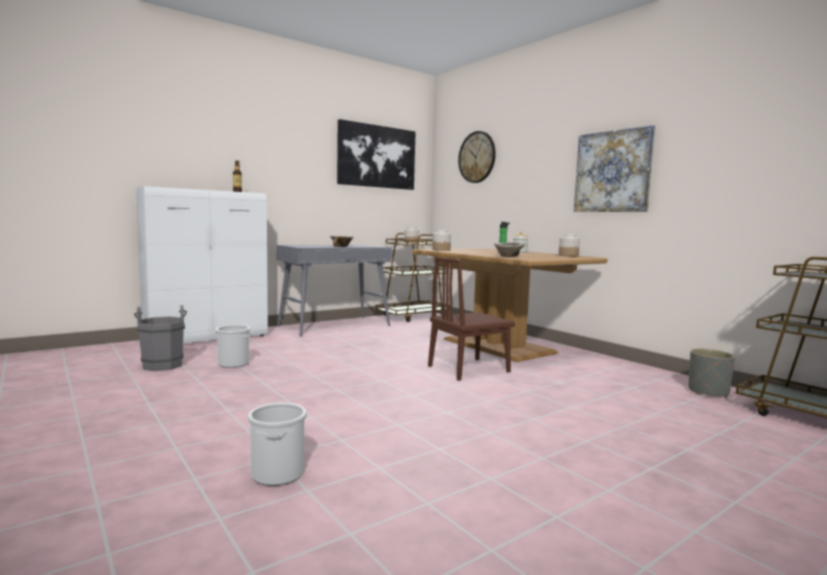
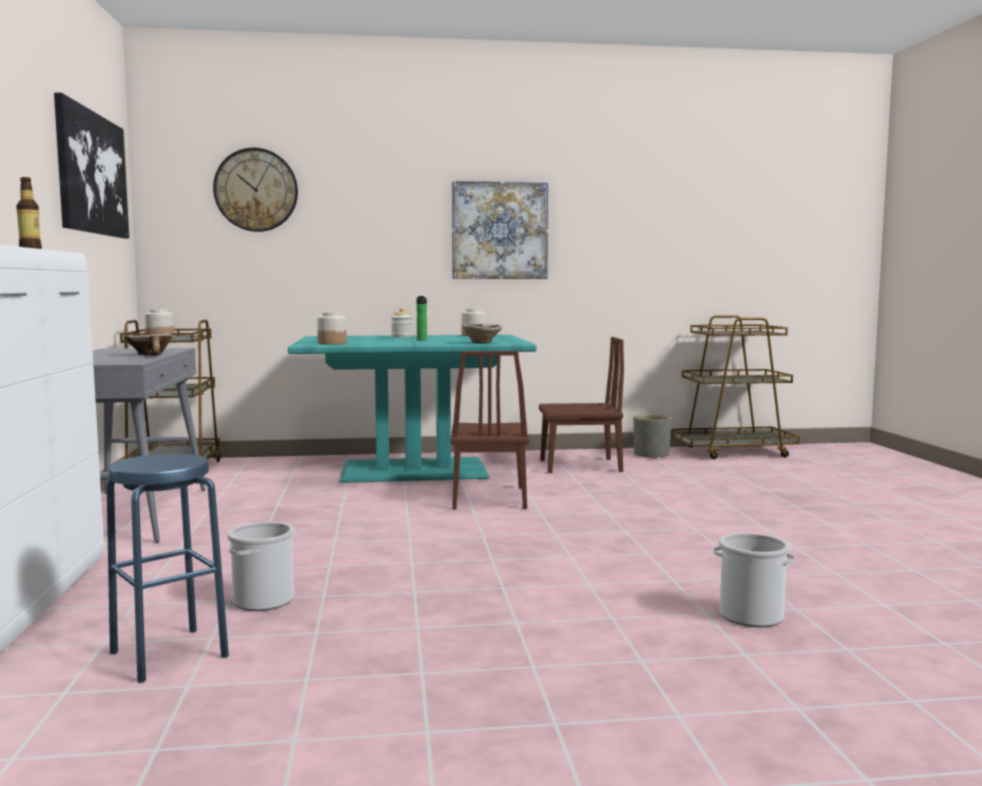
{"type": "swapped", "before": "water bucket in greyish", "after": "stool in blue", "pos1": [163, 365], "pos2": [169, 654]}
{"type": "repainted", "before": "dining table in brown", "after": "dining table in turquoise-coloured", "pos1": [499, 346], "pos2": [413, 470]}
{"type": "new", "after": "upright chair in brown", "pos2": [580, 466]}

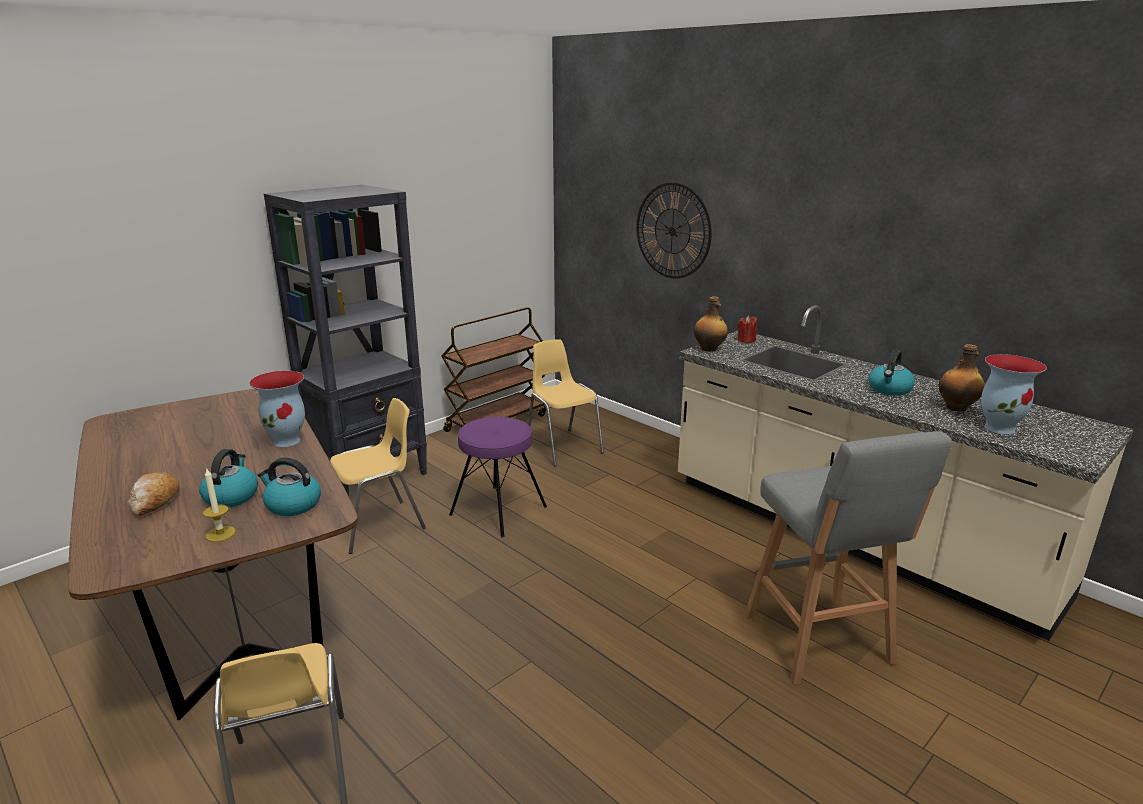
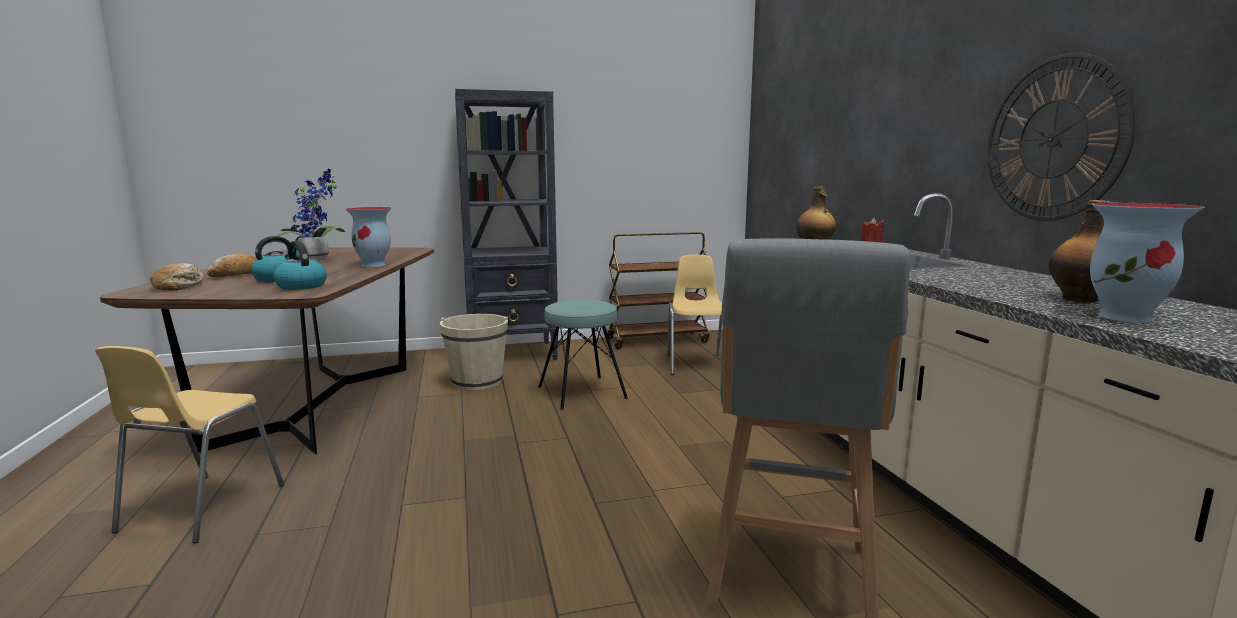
{"type": "new", "after": "bread", "pos2": [180, 286]}
{"type": "new", "after": "plant in a pot", "pos2": [318, 258]}
{"type": "swapped", "before": "upright chair in yellow", "after": "water bucket in sand-coloured", "pos1": [378, 526], "pos2": [477, 382]}
{"type": "repainted", "before": "stool in purplish", "after": "stool in turquoise-coloured", "pos1": [498, 511], "pos2": [582, 392]}
{"type": "shifted", "before": "wall clock", "pos1": [672, 231], "pos2": [1053, 139]}
{"type": "gone", "before": "candle", "pos1": [220, 534]}
{"type": "gone", "before": "tea kettle", "pos1": [889, 389]}

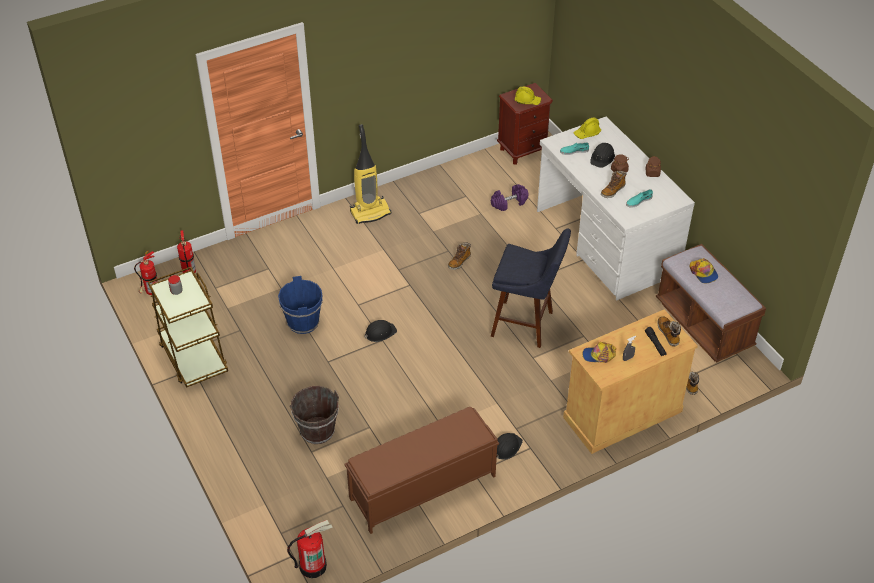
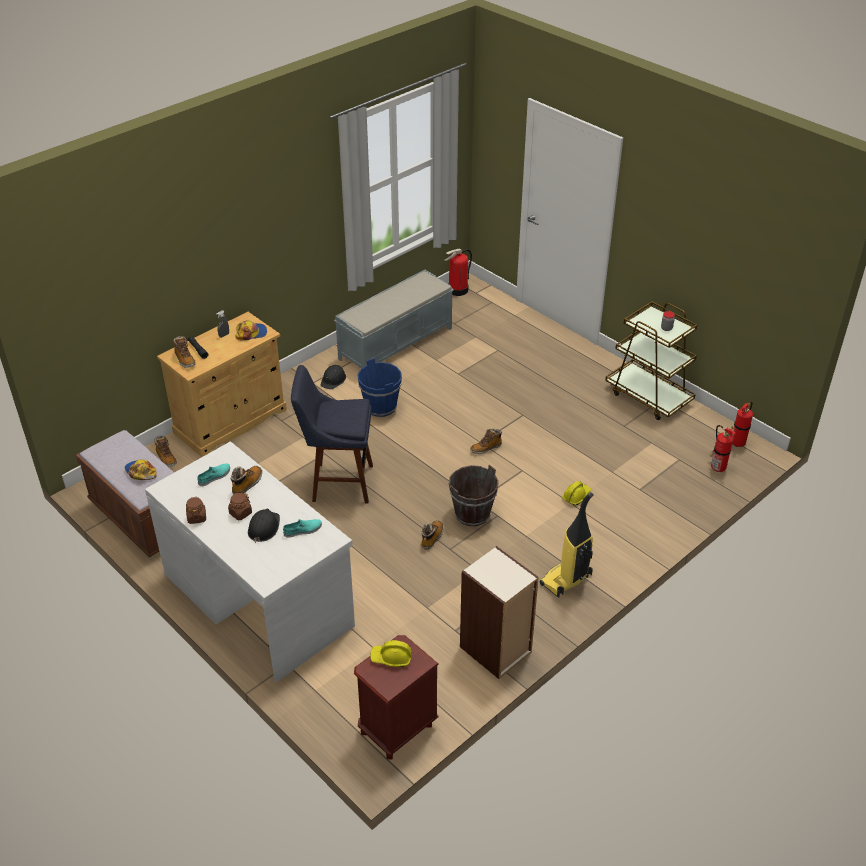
{"type": "repainted", "before": "long seat in brown", "after": "long seat in greyish", "pos1": [421, 487], "pos2": [396, 343]}
{"type": "shifted", "before": "water bucket in blue", "pos1": [303, 322], "pos2": [380, 407]}
{"type": "shifted", "before": "water bucket in brown", "pos1": [317, 431], "pos2": [472, 514]}
{"type": "new", "after": "shelving unit", "pos2": [496, 650]}
{"type": "swapped", "before": "work helmet in black-coloured", "after": "boot", "pos1": [380, 333], "pos2": [486, 448]}
{"type": "shifted", "before": "work helmet in yellow", "pos1": [587, 133], "pos2": [576, 496]}
{"type": "gone", "before": "free weight in purplish", "pos1": [509, 203]}

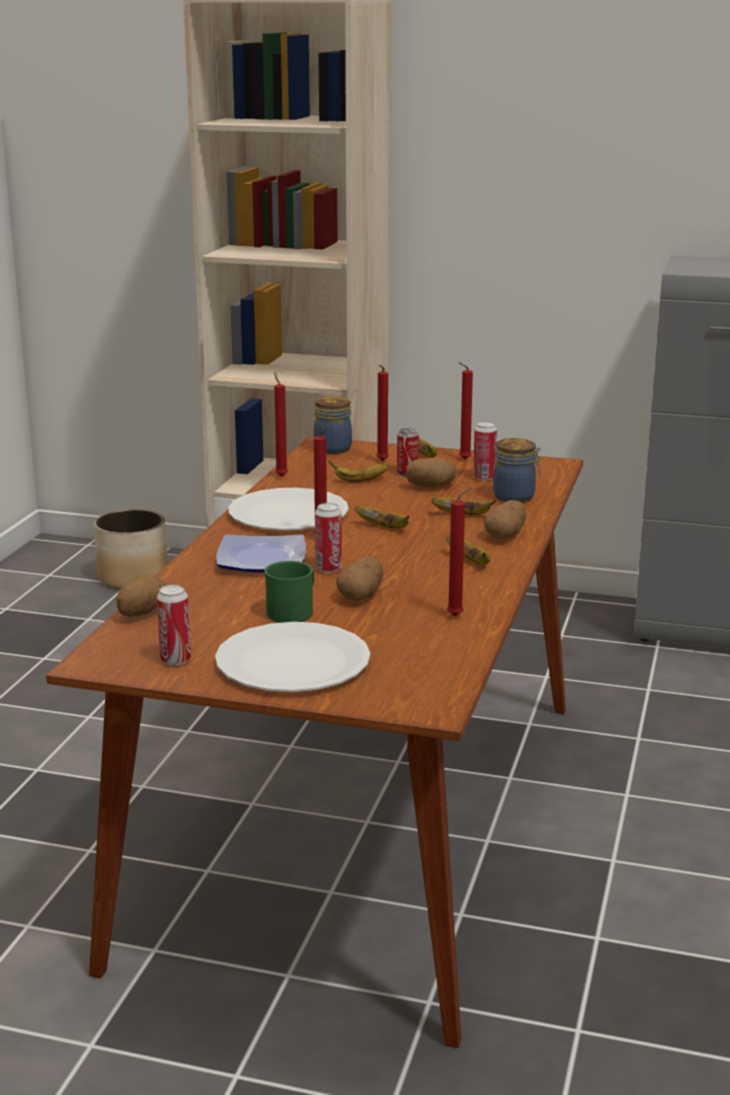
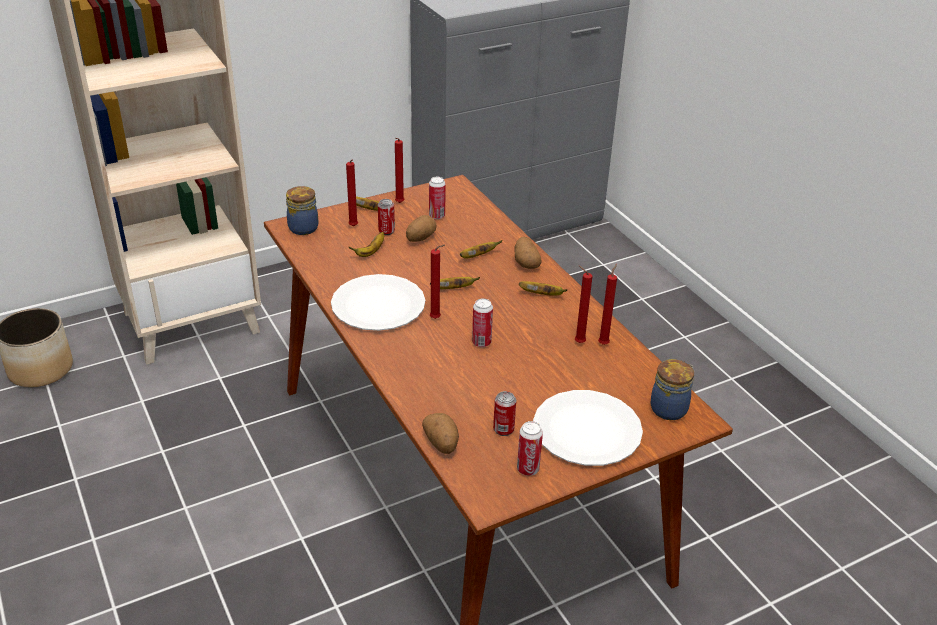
{"type": "new", "after": "metal can", "pos2": [503, 429]}
{"type": "shifted", "before": "candle in red", "pos1": [280, 476], "pos2": [578, 342]}
{"type": "shifted", "before": "preserve jar", "pos1": [516, 497], "pos2": [670, 408]}
{"type": "gone", "before": "dinner plate", "pos1": [260, 559]}
{"type": "gone", "before": "coffee mug in green", "pos1": [294, 611]}
{"type": "gone", "before": "potato", "pos1": [361, 596]}

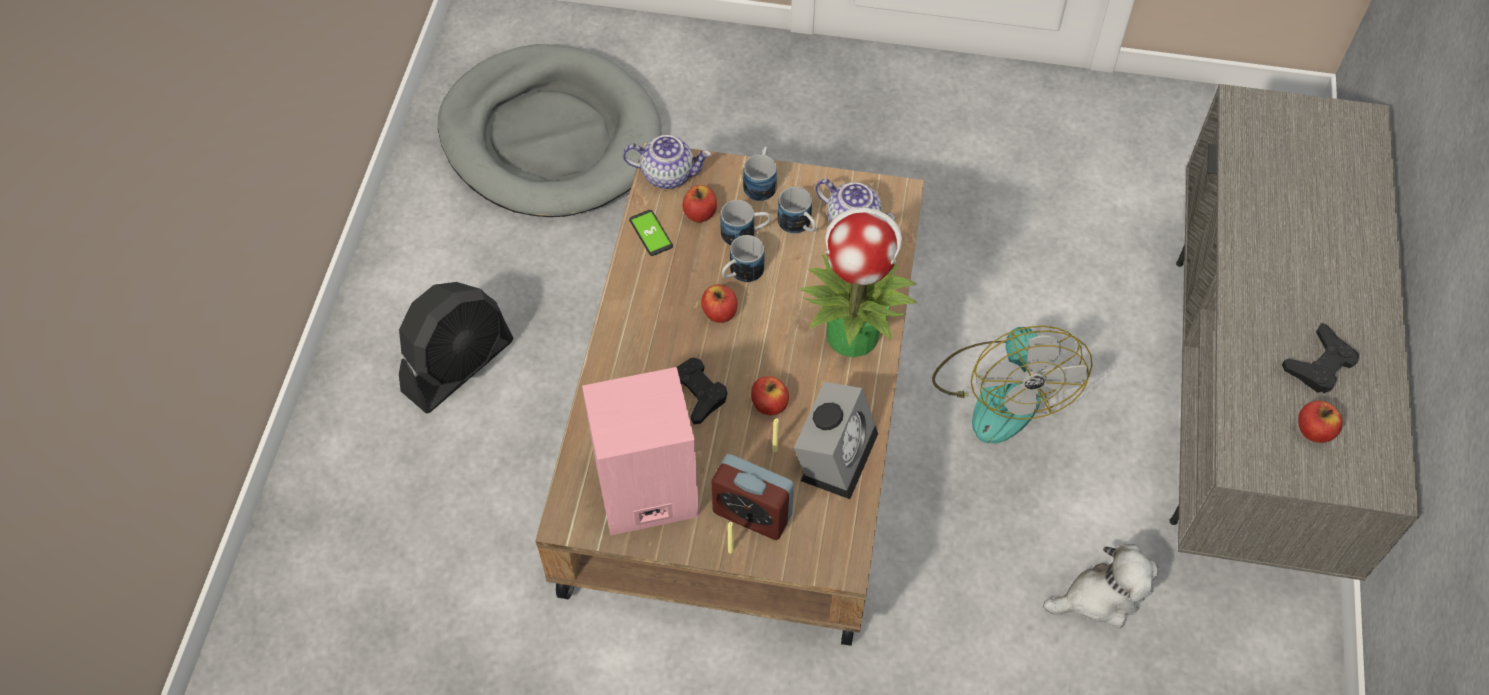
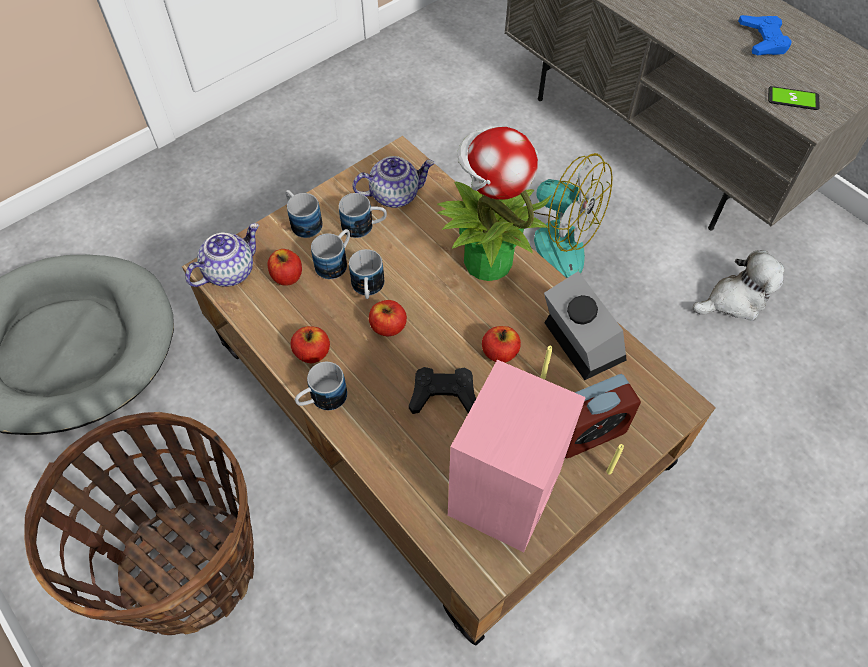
{"type": "swapped", "before": "cooling fan in black-coloured", "after": "basket", "pos1": [459, 366], "pos2": [189, 567]}
{"type": "shifted", "before": "whole apple", "pos1": [1313, 430], "pos2": [312, 353]}
{"type": "new", "after": "coffee mug", "pos2": [322, 399]}
{"type": "rotated", "before": "plush toy", "pos1": [1101, 597], "pos2": [735, 300], "turn": 45}
{"type": "repainted", "before": "game controller in black-coloured", "after": "game controller in blue", "pos1": [1319, 364], "pos2": [763, 40]}
{"type": "shifted", "before": "phone", "pos1": [651, 233], "pos2": [793, 99]}

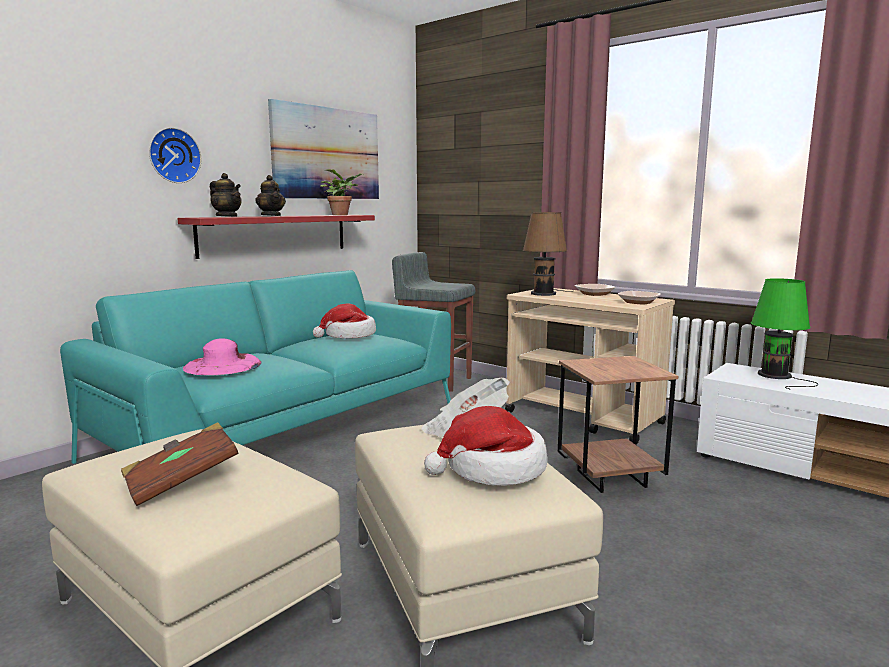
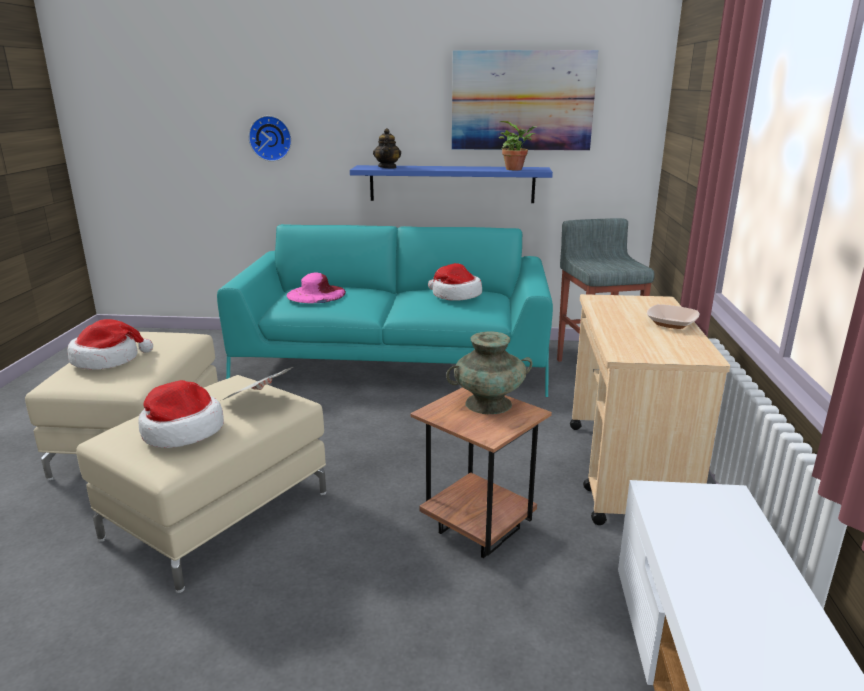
{"type": "swapped", "before": "volume in brown", "after": "hat", "pos1": [181, 482], "pos2": [108, 359]}
{"type": "shifted", "before": "wall clock", "pos1": [173, 155], "pos2": [271, 138]}
{"type": "repainted", "before": "shelf in red", "after": "shelf in blue", "pos1": [275, 234], "pos2": [451, 184]}
{"type": "new", "after": "vase in turquoise-coloured", "pos2": [489, 404]}
{"type": "gone", "before": "pot for tea", "pos1": [271, 216]}
{"type": "gone", "before": "table lamp in brown", "pos1": [544, 293]}
{"type": "gone", "before": "serving bowl", "pos1": [638, 302]}
{"type": "gone", "before": "table lamp in green", "pos1": [777, 376]}

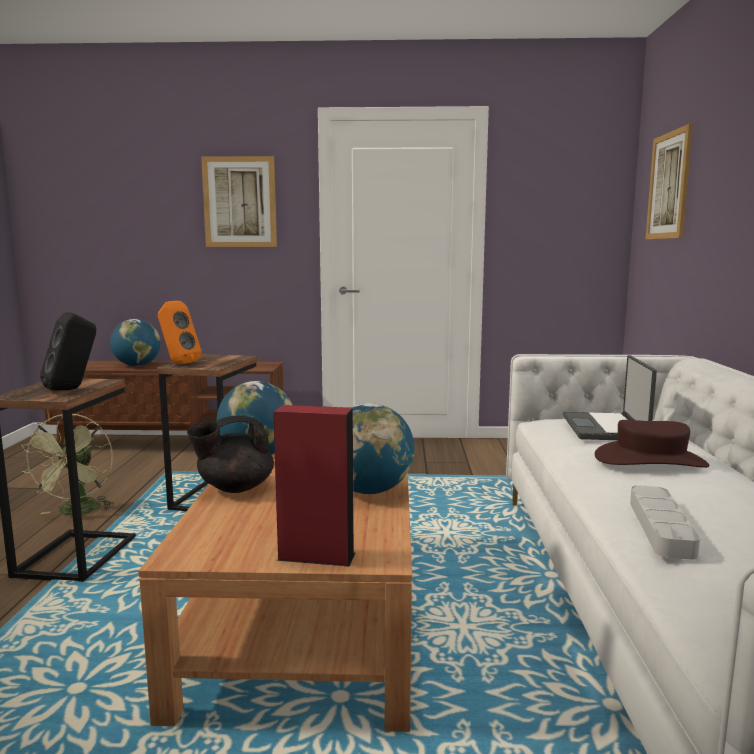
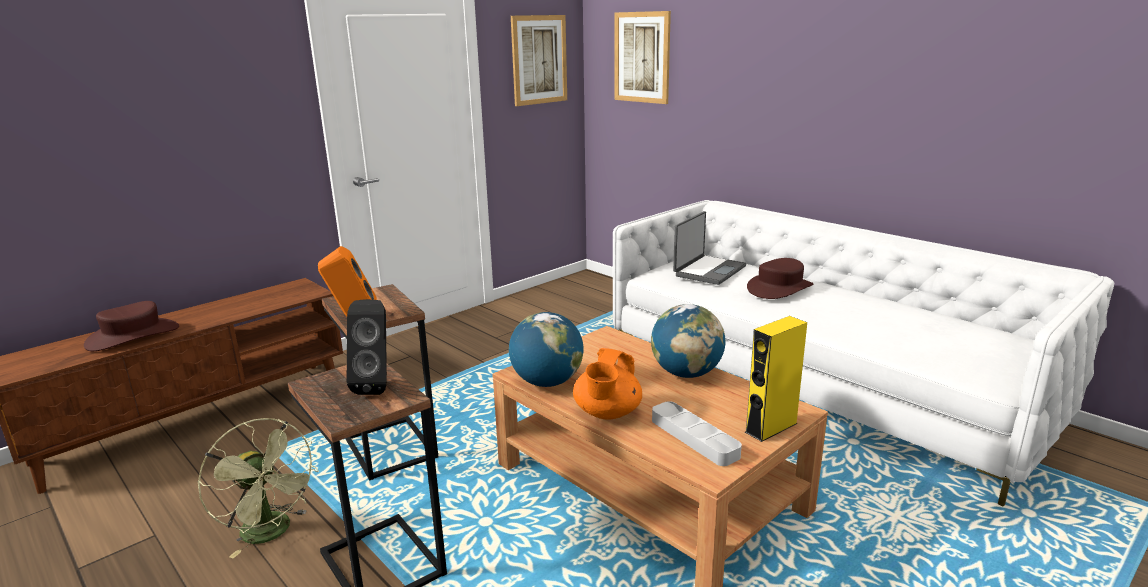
{"type": "swapped", "before": "desk globe", "after": "hat in brown", "pos1": [137, 365], "pos2": [133, 336]}
{"type": "shifted", "before": "wall picture", "pos1": [239, 202], "pos2": [539, 60]}
{"type": "repainted", "before": "pot for tea in black-coloured", "after": "pot for tea in orange", "pos1": [234, 488], "pos2": [607, 413]}
{"type": "shifted", "before": "carrying tray in greyish", "pos1": [660, 527], "pos2": [694, 437]}
{"type": "rotated", "before": "laptop", "pos1": [605, 428], "pos2": [708, 271], "turn": -105}
{"type": "repainted", "before": "audio speaker in red", "after": "audio speaker in yellow", "pos1": [316, 556], "pos2": [771, 428]}

